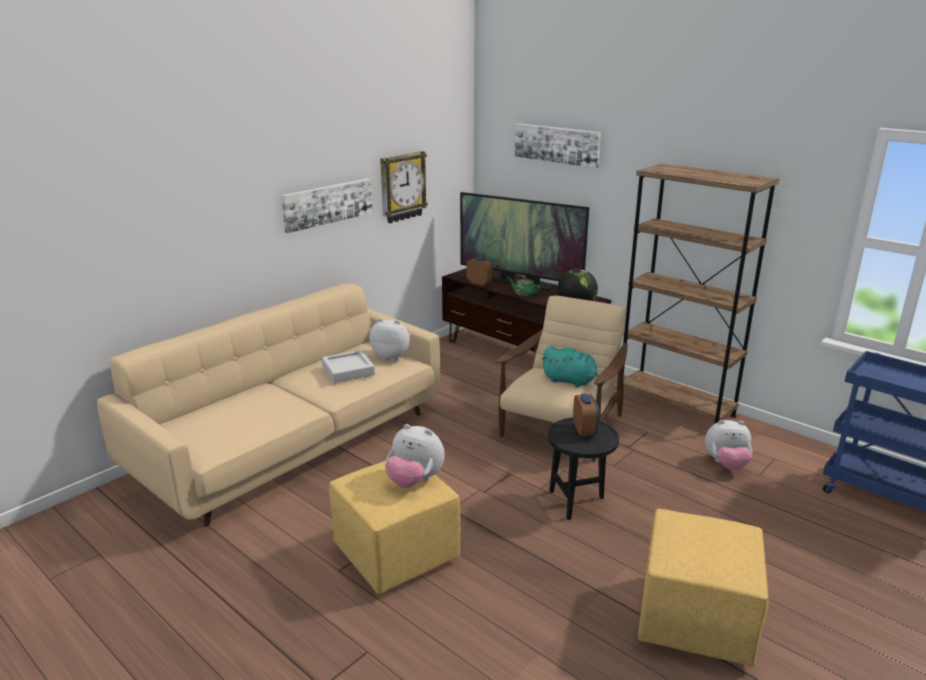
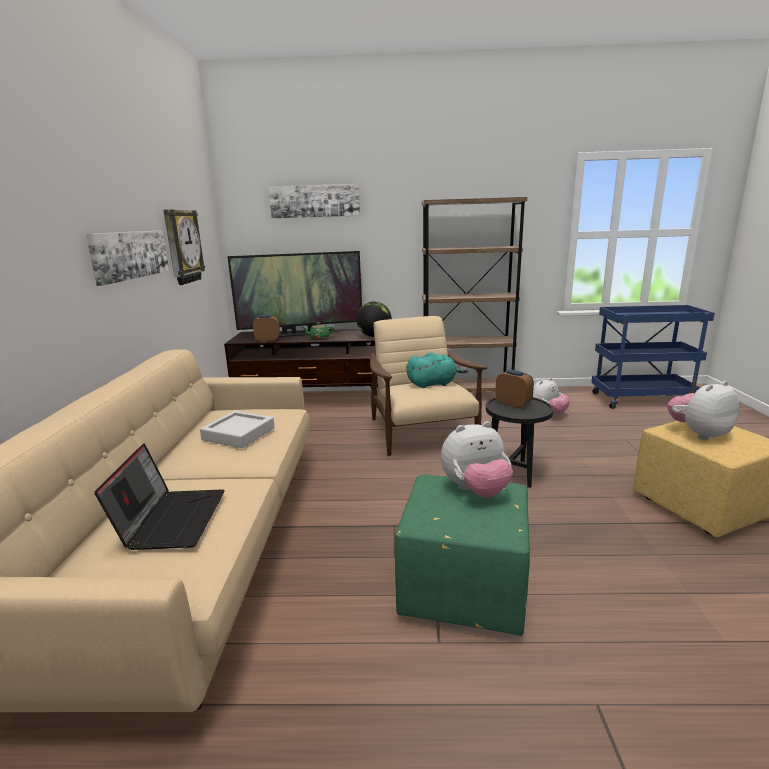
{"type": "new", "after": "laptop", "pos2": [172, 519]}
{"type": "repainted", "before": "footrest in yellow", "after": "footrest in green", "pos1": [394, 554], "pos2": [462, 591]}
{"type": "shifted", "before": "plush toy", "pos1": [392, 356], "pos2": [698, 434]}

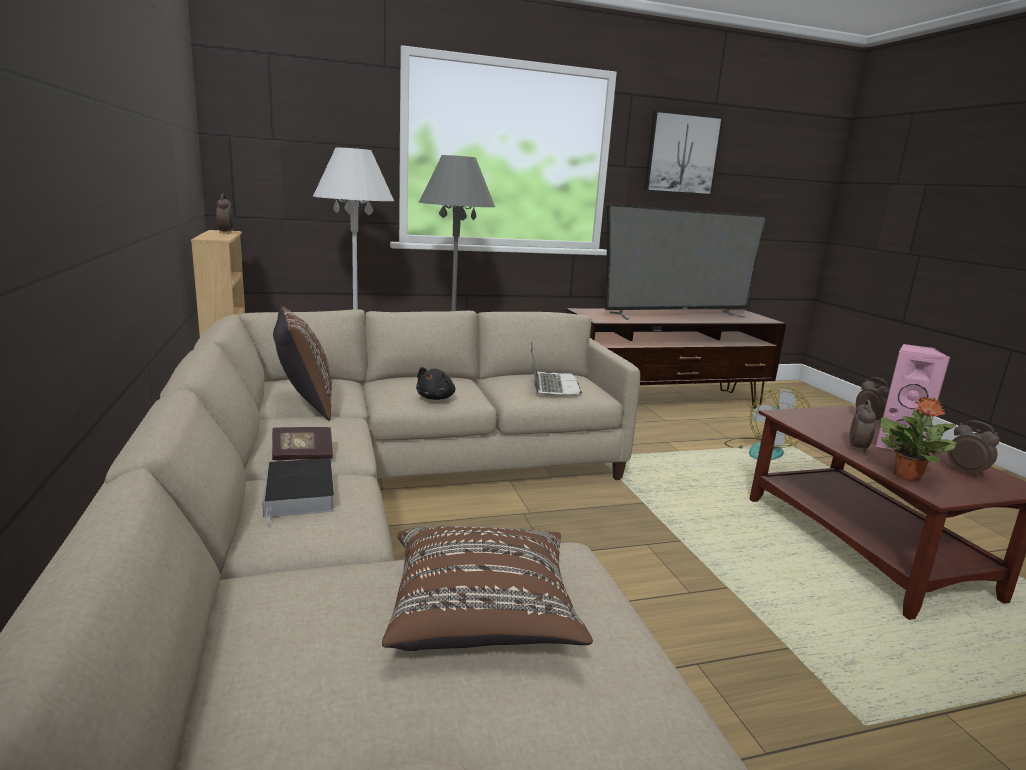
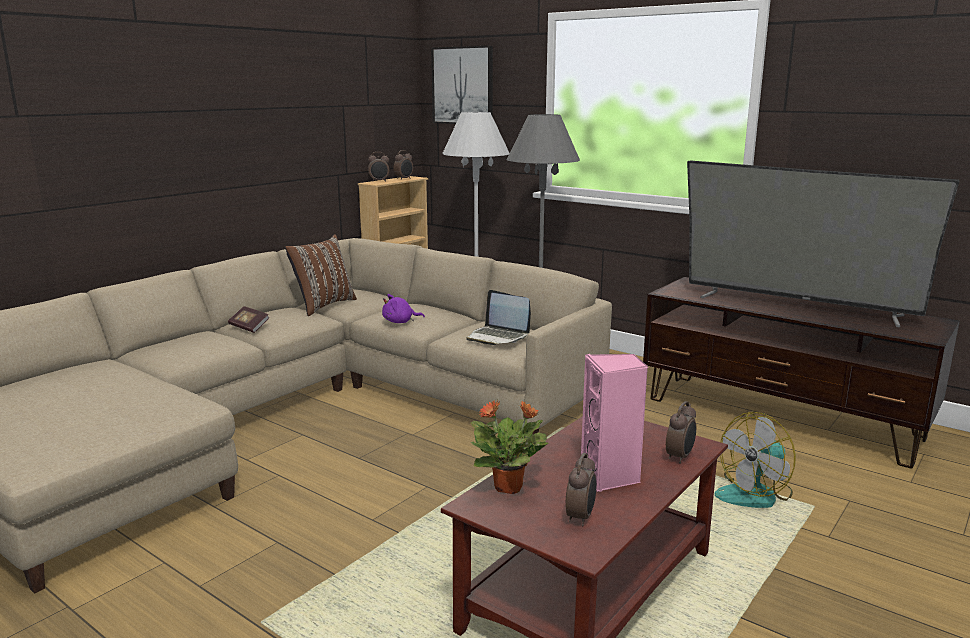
{"type": "shifted", "before": "table clock", "pos1": [858, 448], "pos2": [379, 181]}
{"type": "repainted", "before": "plush toy in black-coloured", "after": "plush toy in purplish", "pos1": [436, 398], "pos2": [400, 322]}
{"type": "shifted", "before": "wall picture", "pos1": [682, 154], "pos2": [463, 85]}
{"type": "rotated", "before": "laptop", "pos1": [552, 385], "pos2": [498, 337], "turn": 75}
{"type": "gone", "before": "volume", "pos1": [300, 494]}
{"type": "gone", "before": "pillow in brown", "pos1": [482, 614]}

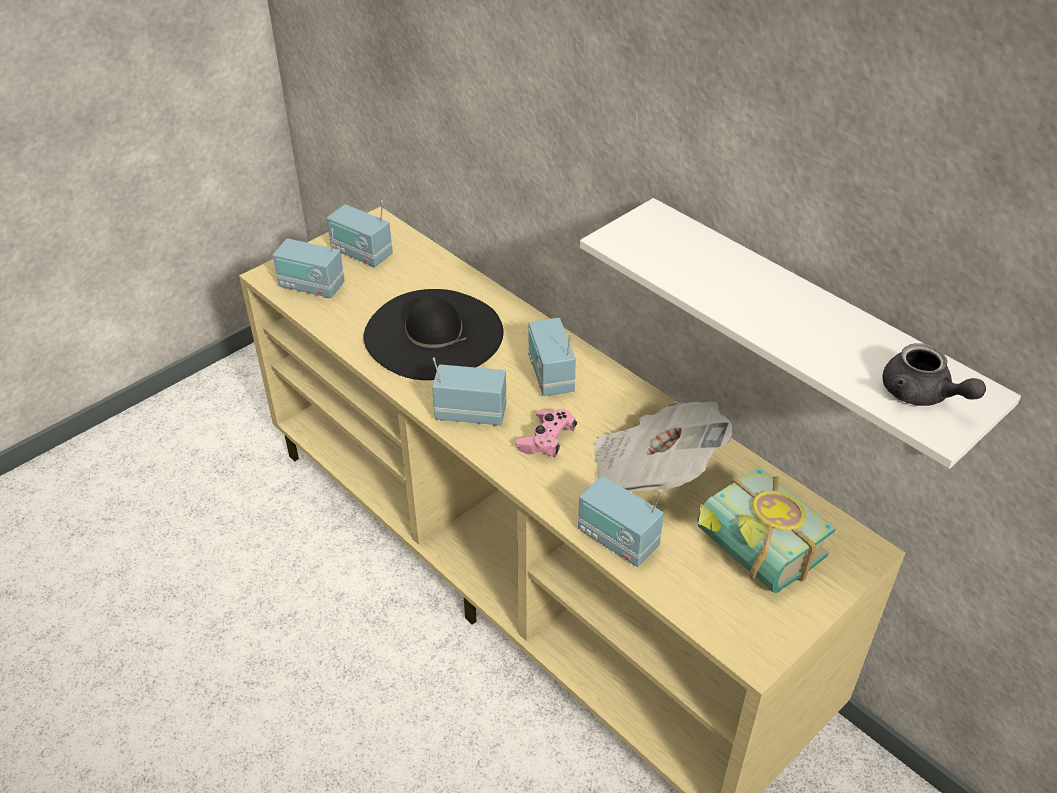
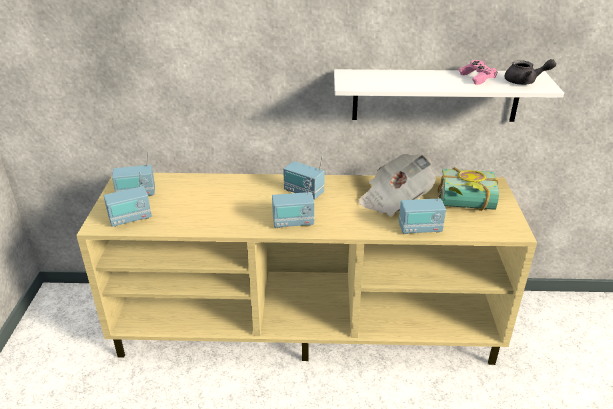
{"type": "rotated", "before": "radio", "pos1": [471, 413], "pos2": [293, 222], "turn": -150}
{"type": "shifted", "before": "game controller in pink-coloured", "pos1": [546, 440], "pos2": [477, 78]}
{"type": "gone", "before": "hat in black-coloured", "pos1": [433, 334]}

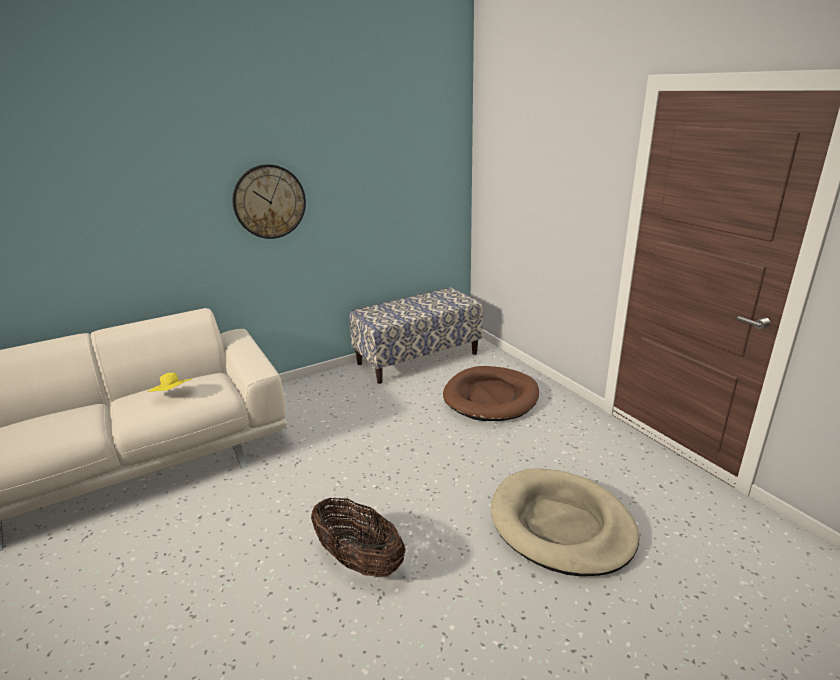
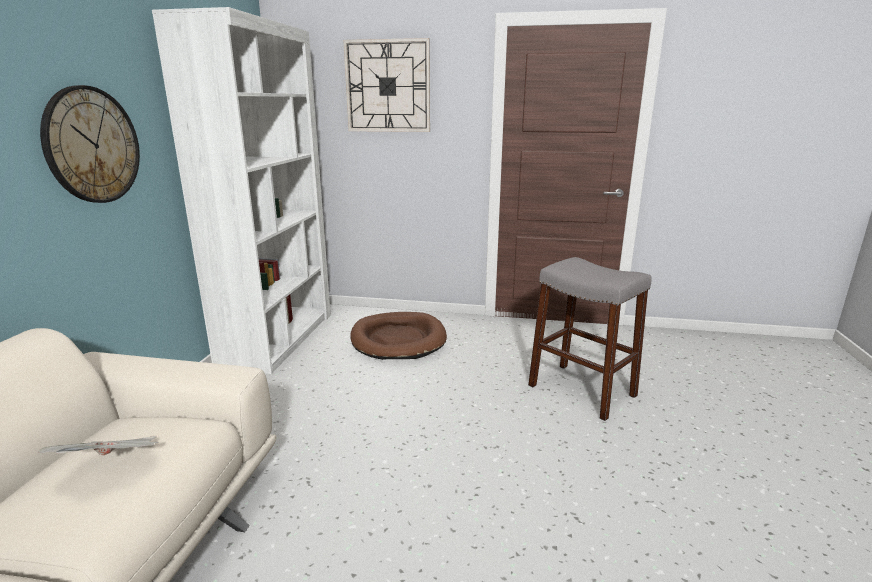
{"type": "swapped", "before": "hat in yellow", "after": "newspaper", "pos1": [173, 395], "pos2": [113, 466]}
{"type": "swapped", "before": "long seat", "after": "shelving unit in white", "pos1": [418, 358], "pos2": [278, 338]}
{"type": "new", "after": "wall clock", "pos2": [388, 86]}
{"type": "swapped", "before": "pet bed in sand-coloured", "after": "stool in greyish", "pos1": [561, 525], "pos2": [582, 390]}
{"type": "gone", "before": "basket", "pos1": [359, 561]}

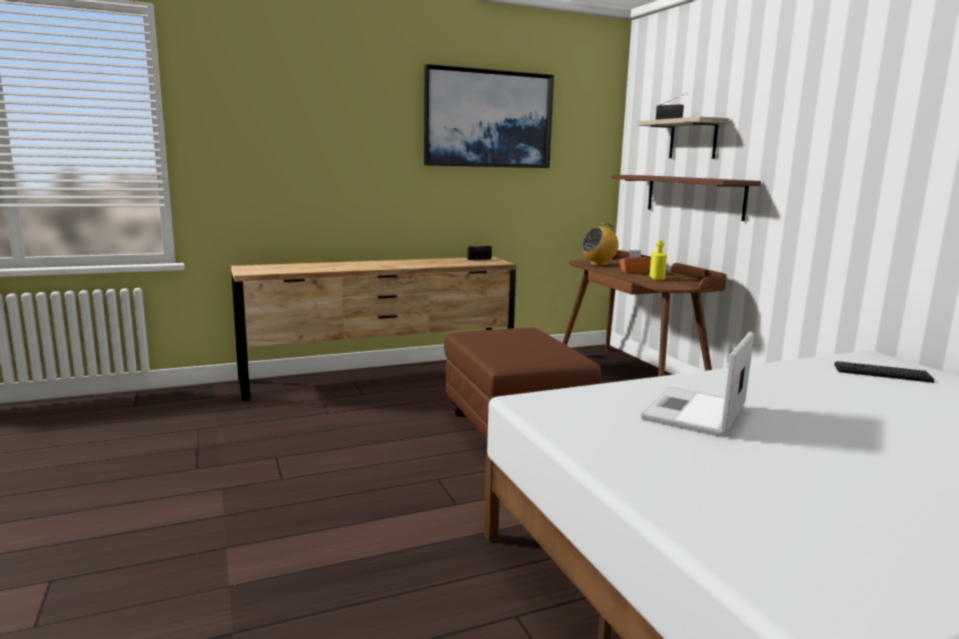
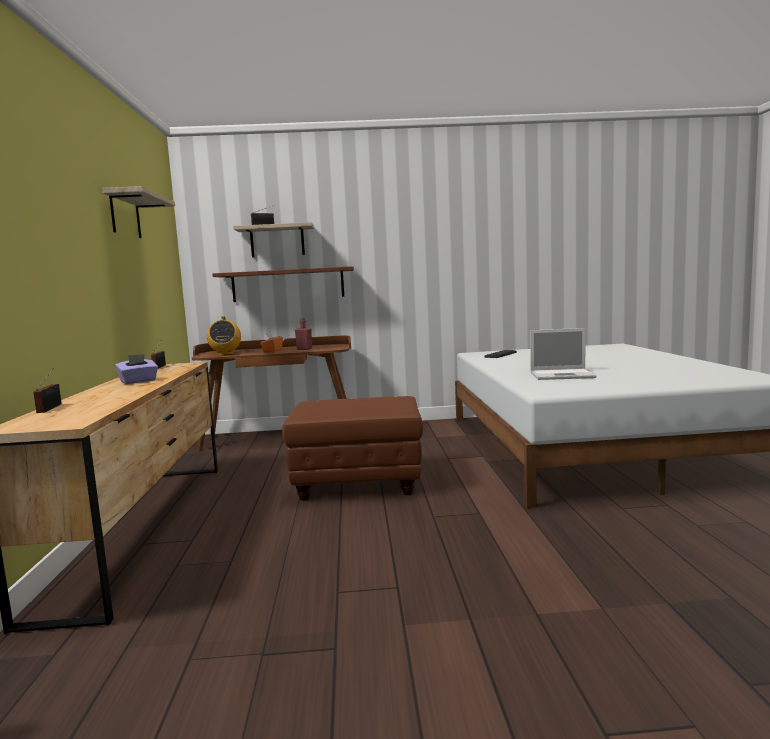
{"type": "new", "after": "radio", "pos2": [51, 408]}
{"type": "swapped", "before": "wall picture", "after": "shelf", "pos1": [488, 119], "pos2": [125, 215]}
{"type": "new", "after": "tissue holder in purplish", "pos2": [138, 381]}
{"type": "repainted", "before": "bottle in yellow", "after": "bottle in red", "pos1": [656, 278], "pos2": [304, 349]}
{"type": "rotated", "before": "laptop", "pos1": [694, 413], "pos2": [563, 375], "turn": -45}

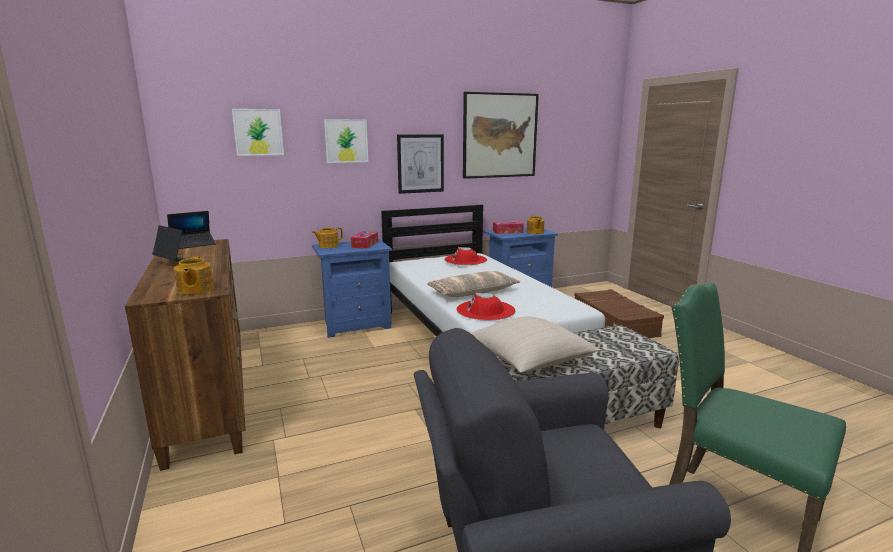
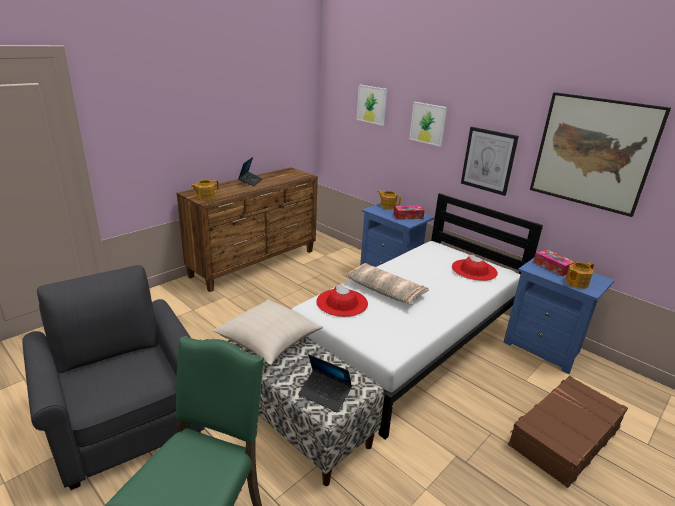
{"type": "shifted", "before": "laptop", "pos1": [193, 244], "pos2": [325, 394]}

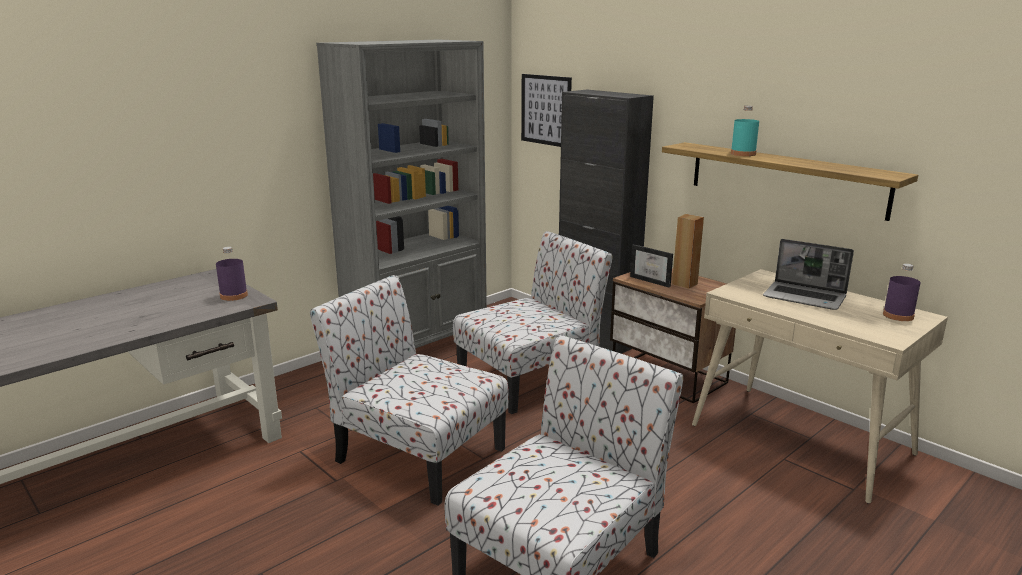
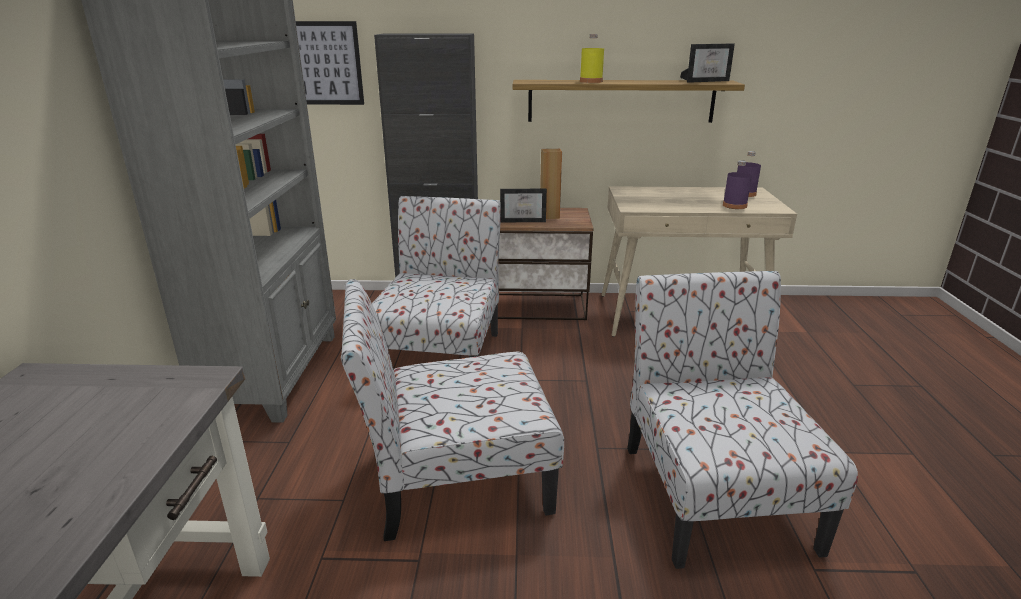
{"type": "repainted", "before": "bottle in turquoise-coloured", "after": "bottle in yellow", "pos1": [743, 154], "pos2": [591, 81]}
{"type": "new", "after": "standing frame", "pos2": [706, 81]}
{"type": "shifted", "before": "bottle in purplish", "pos1": [234, 296], "pos2": [734, 205]}
{"type": "gone", "before": "laptop", "pos1": [805, 297]}

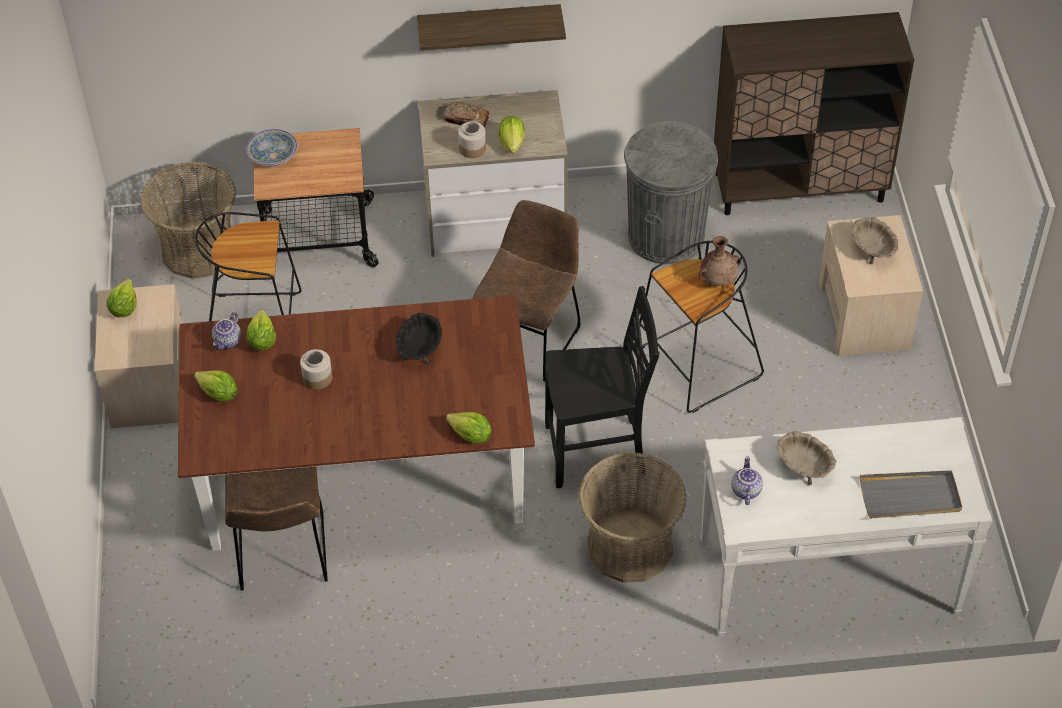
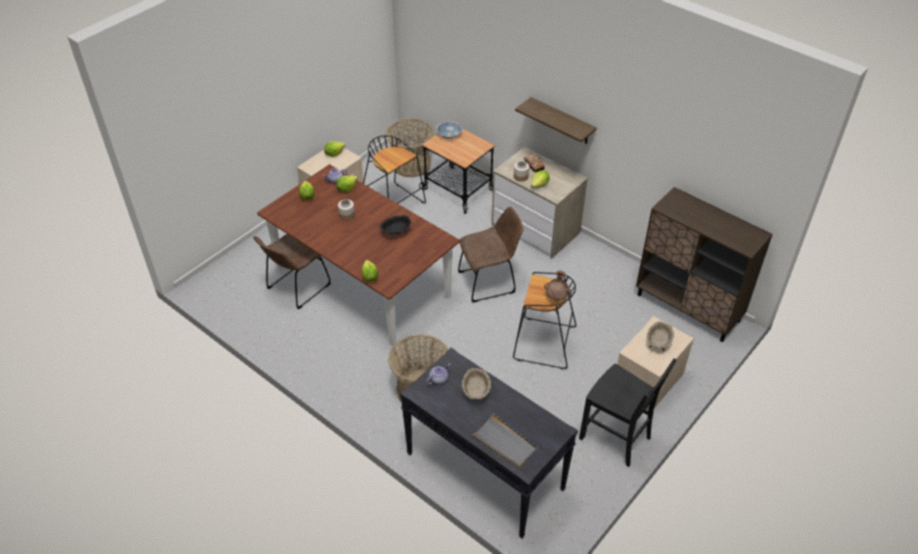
{"type": "repainted", "before": "hall table in white", "after": "hall table in black-coloured", "pos1": [827, 577], "pos2": [484, 471]}
{"type": "shifted", "before": "upright chair in black-coloured", "pos1": [597, 452], "pos2": [616, 438]}
{"type": "gone", "before": "rubbish bin in greyish", "pos1": [666, 236]}

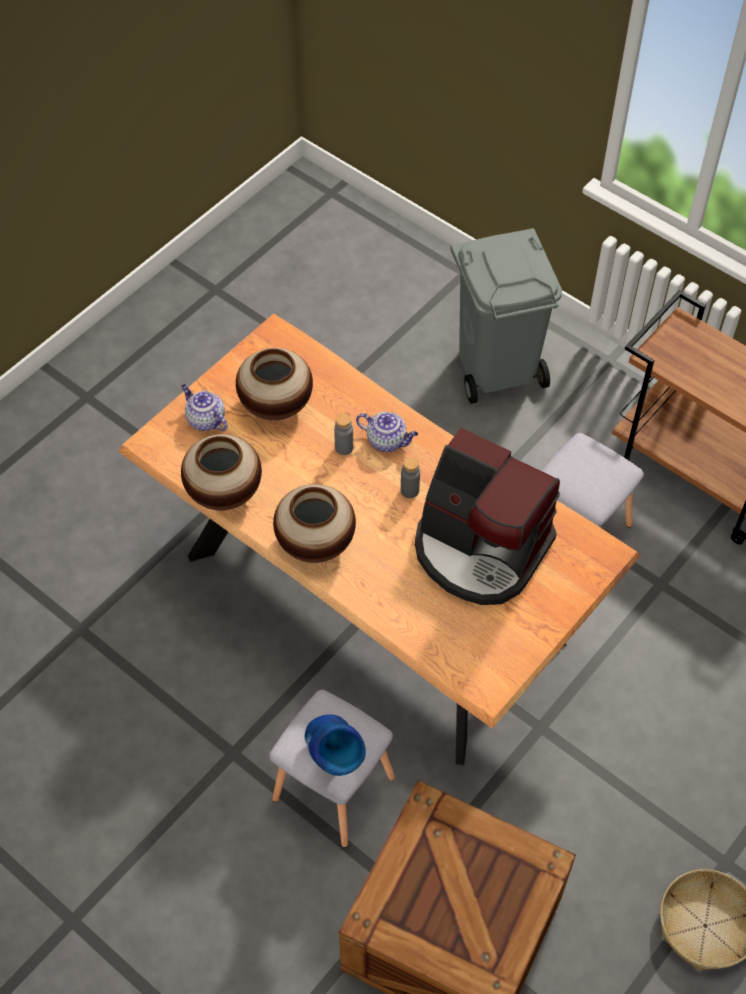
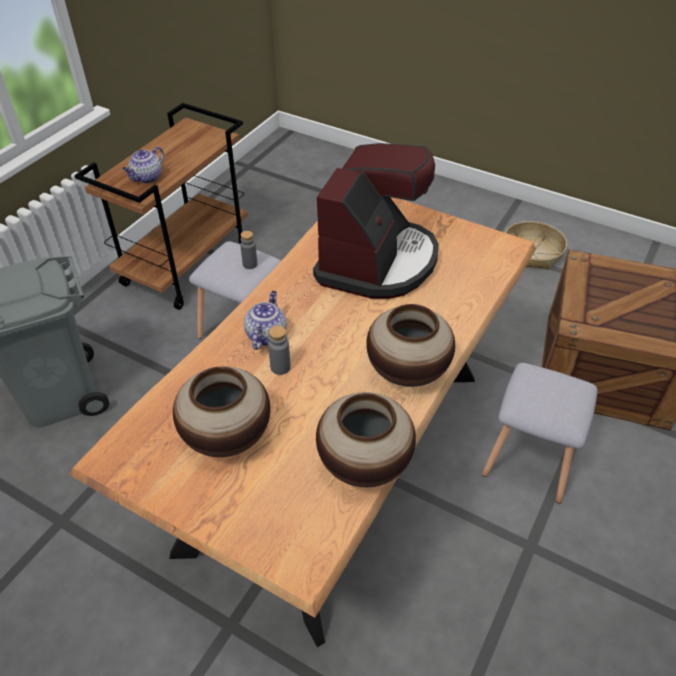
{"type": "shifted", "before": "pot for tea", "pos1": [205, 420], "pos2": [147, 178]}
{"type": "shifted", "before": "bottle in greyish", "pos1": [409, 490], "pos2": [250, 264]}
{"type": "gone", "before": "vase in blue", "pos1": [334, 760]}

